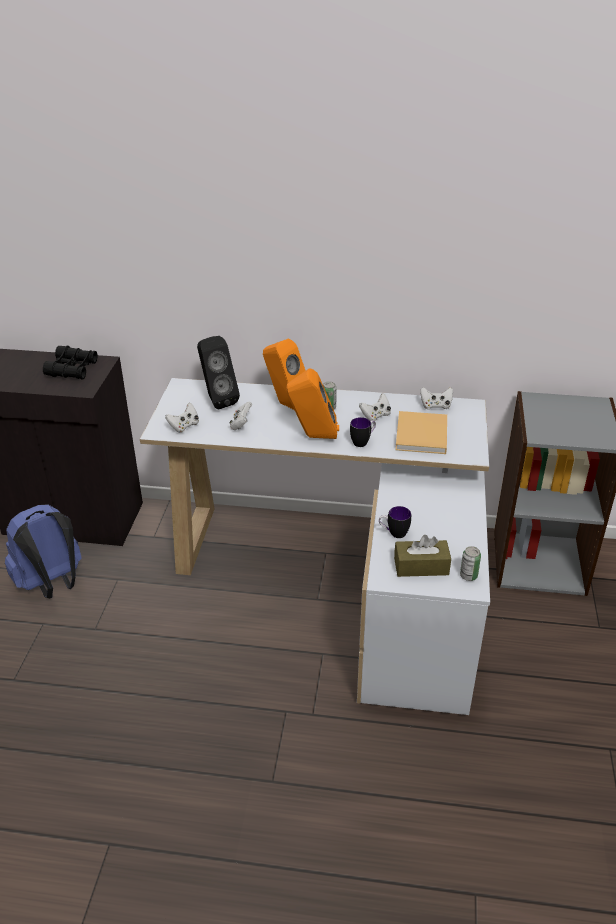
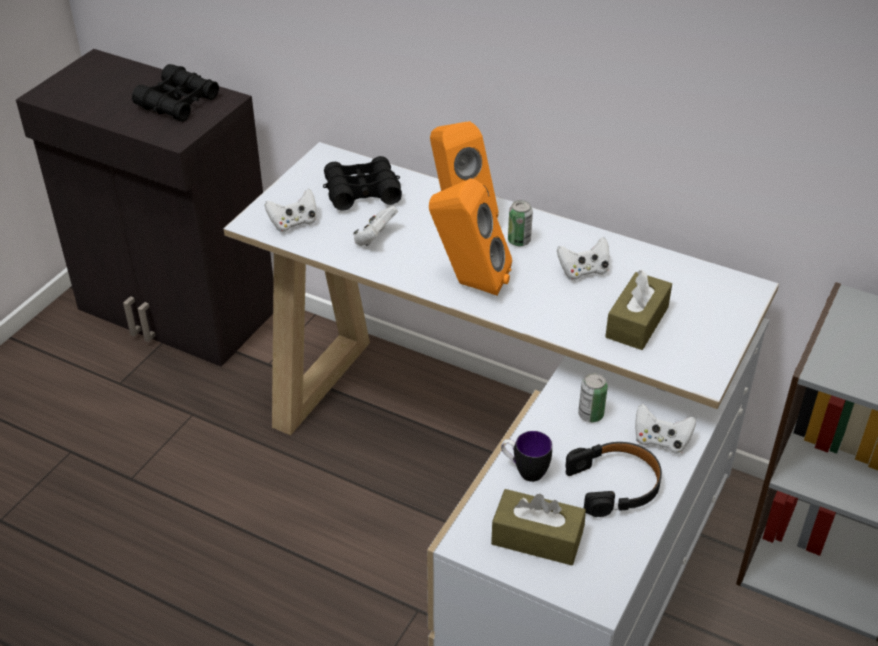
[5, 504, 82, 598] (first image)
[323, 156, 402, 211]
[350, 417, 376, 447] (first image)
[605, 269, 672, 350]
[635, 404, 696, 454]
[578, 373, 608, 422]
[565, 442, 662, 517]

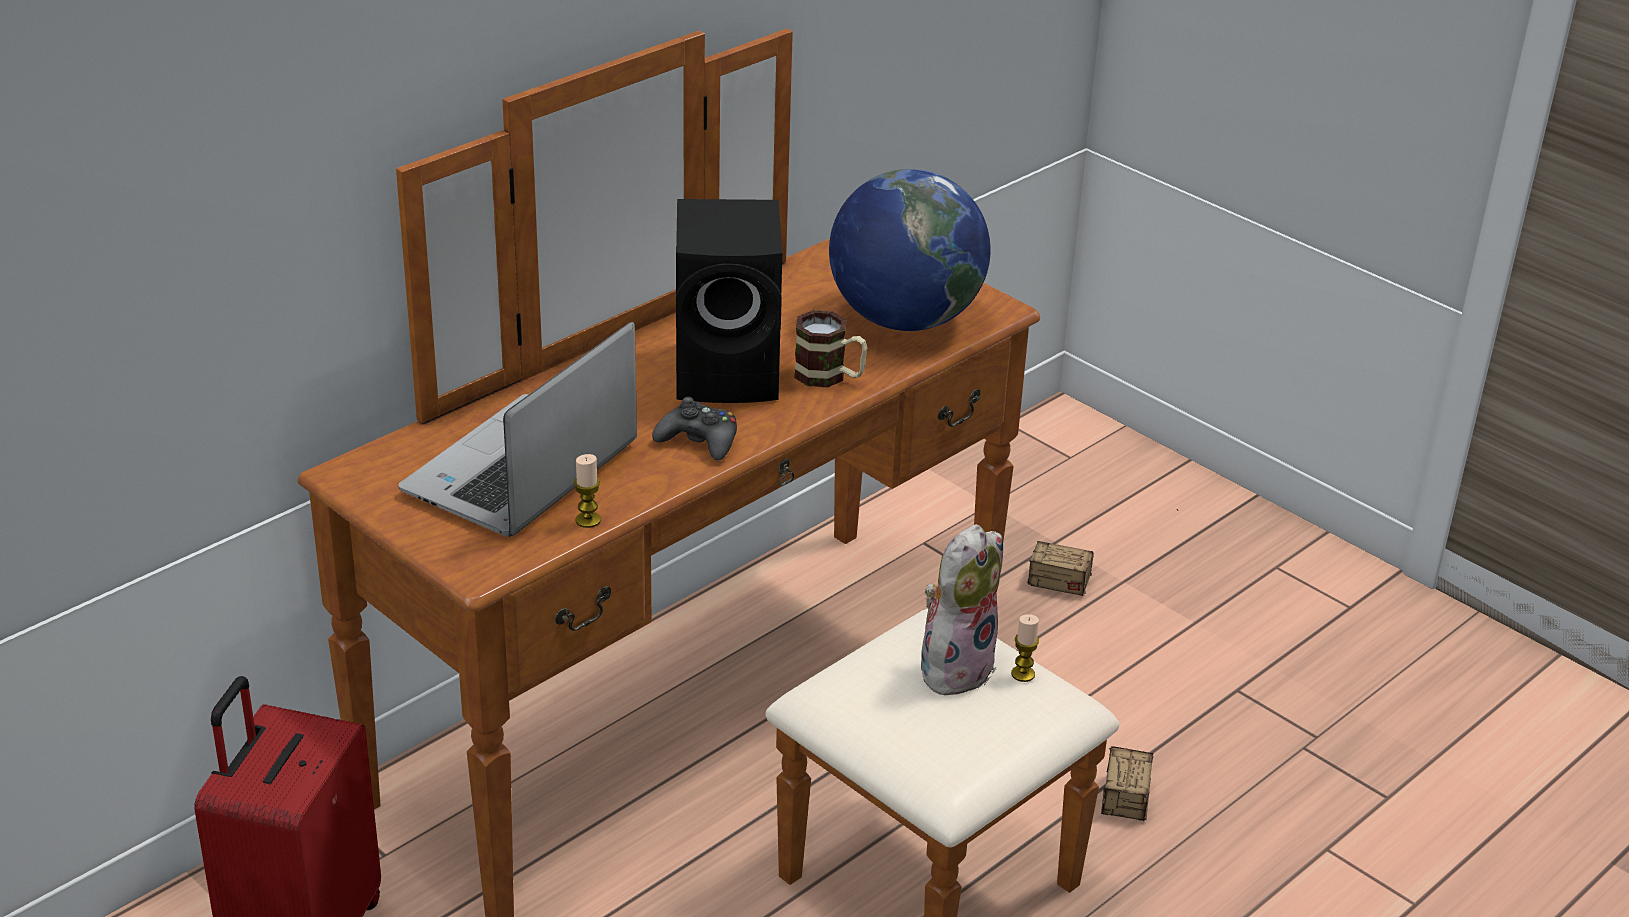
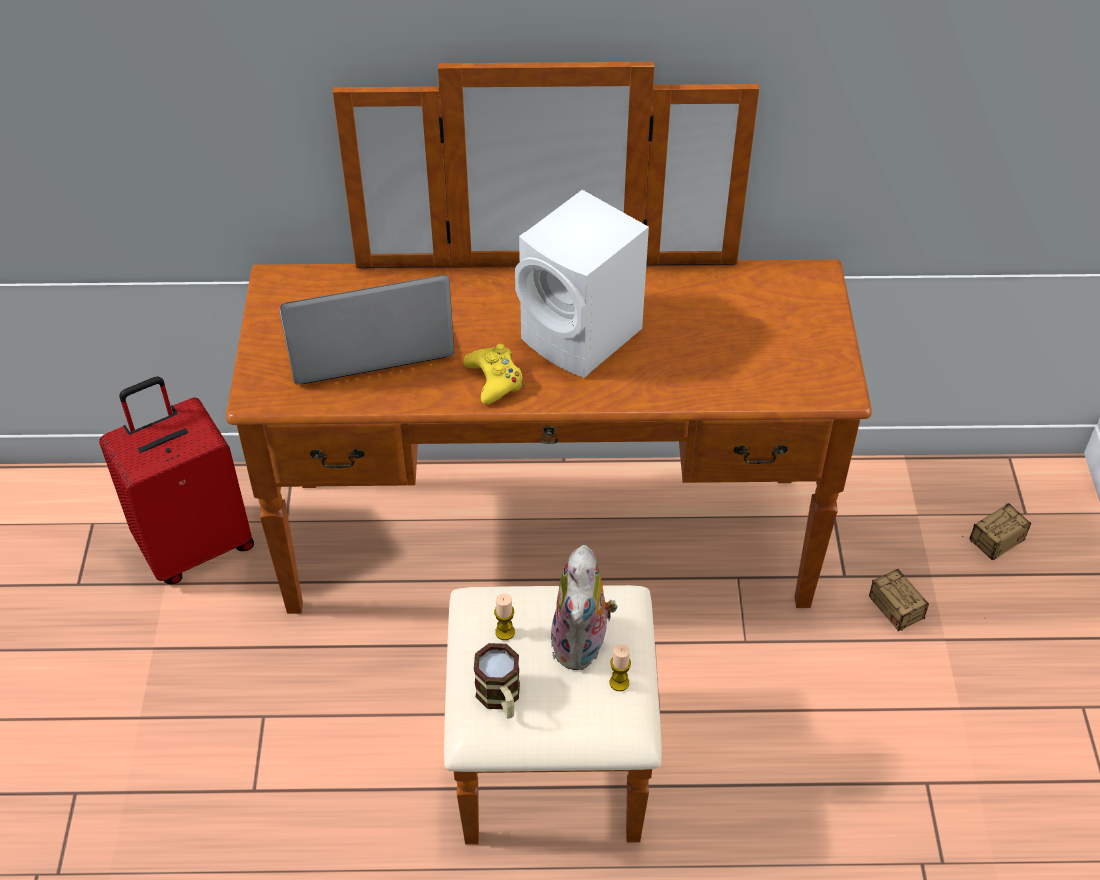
[494, 594, 515, 640]
[463, 344, 524, 404]
[515, 190, 649, 378]
[474, 643, 520, 719]
[829, 169, 991, 331] (first image)
[551, 545, 617, 670]
[962, 503, 1031, 560]

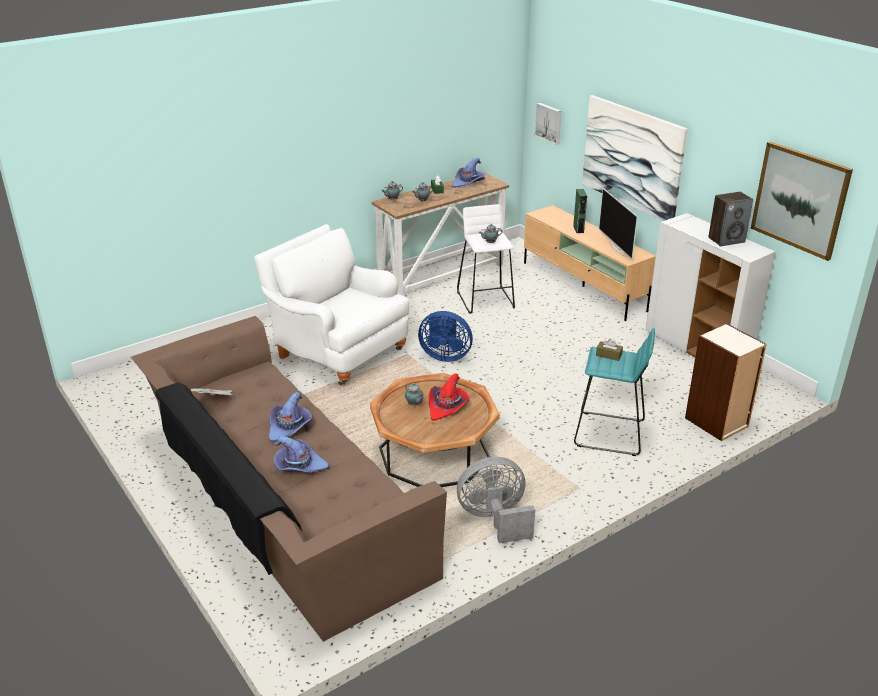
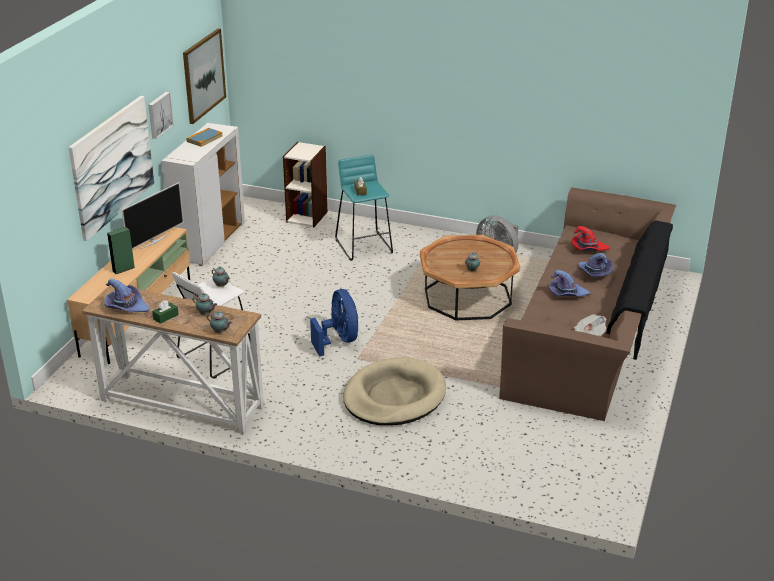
[343, 357, 446, 425]
[572, 226, 610, 251]
[148, 91, 174, 139]
[187, 128, 223, 147]

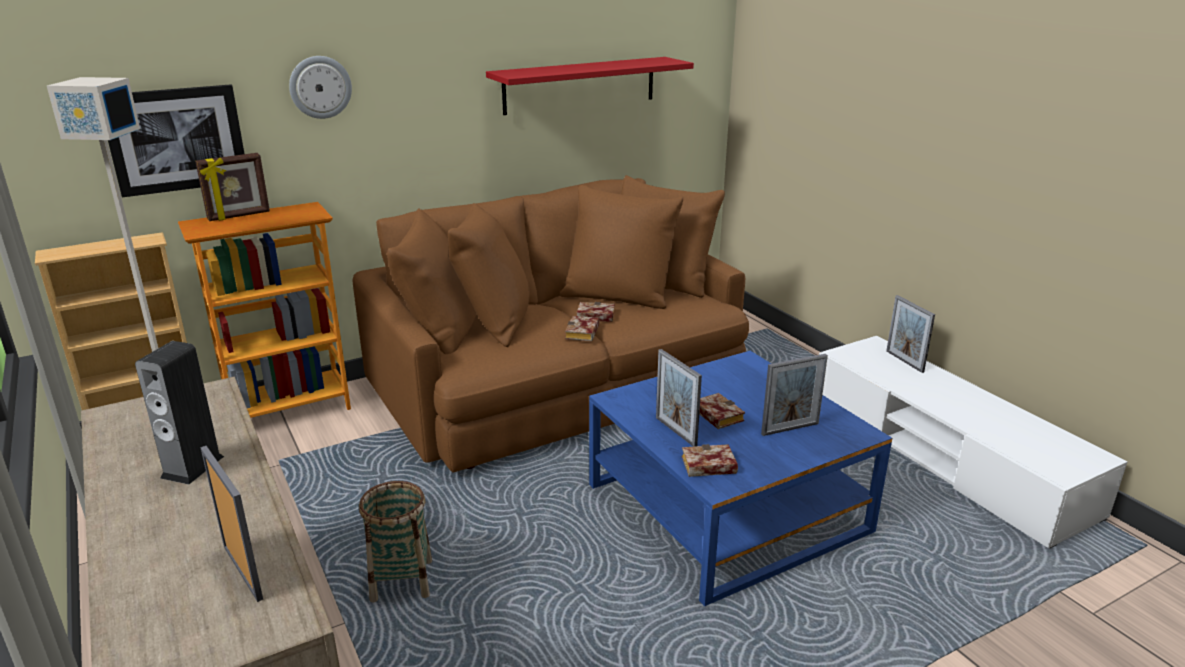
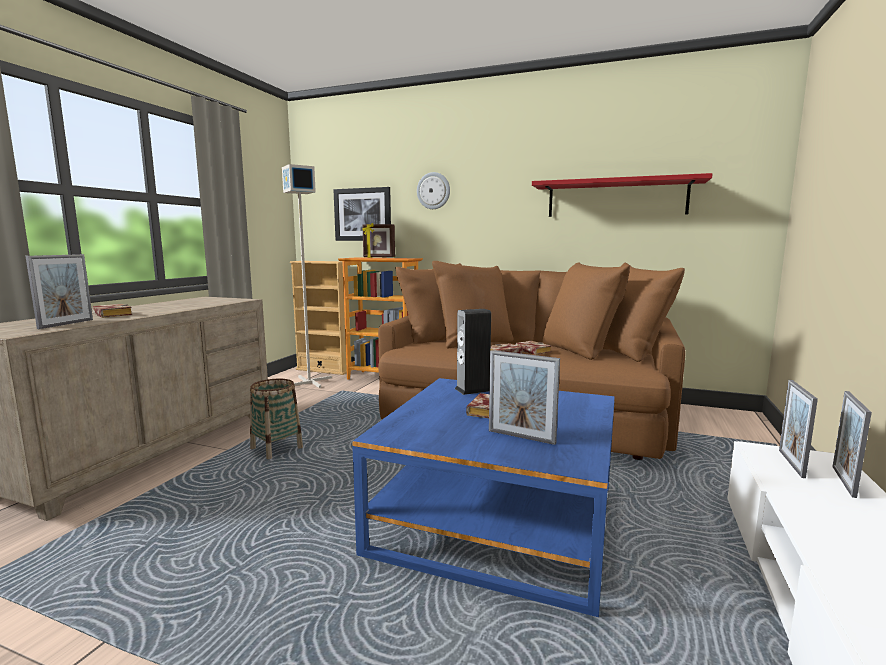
[455, 309, 491, 395]
[779, 380, 818, 478]
[92, 304, 132, 318]

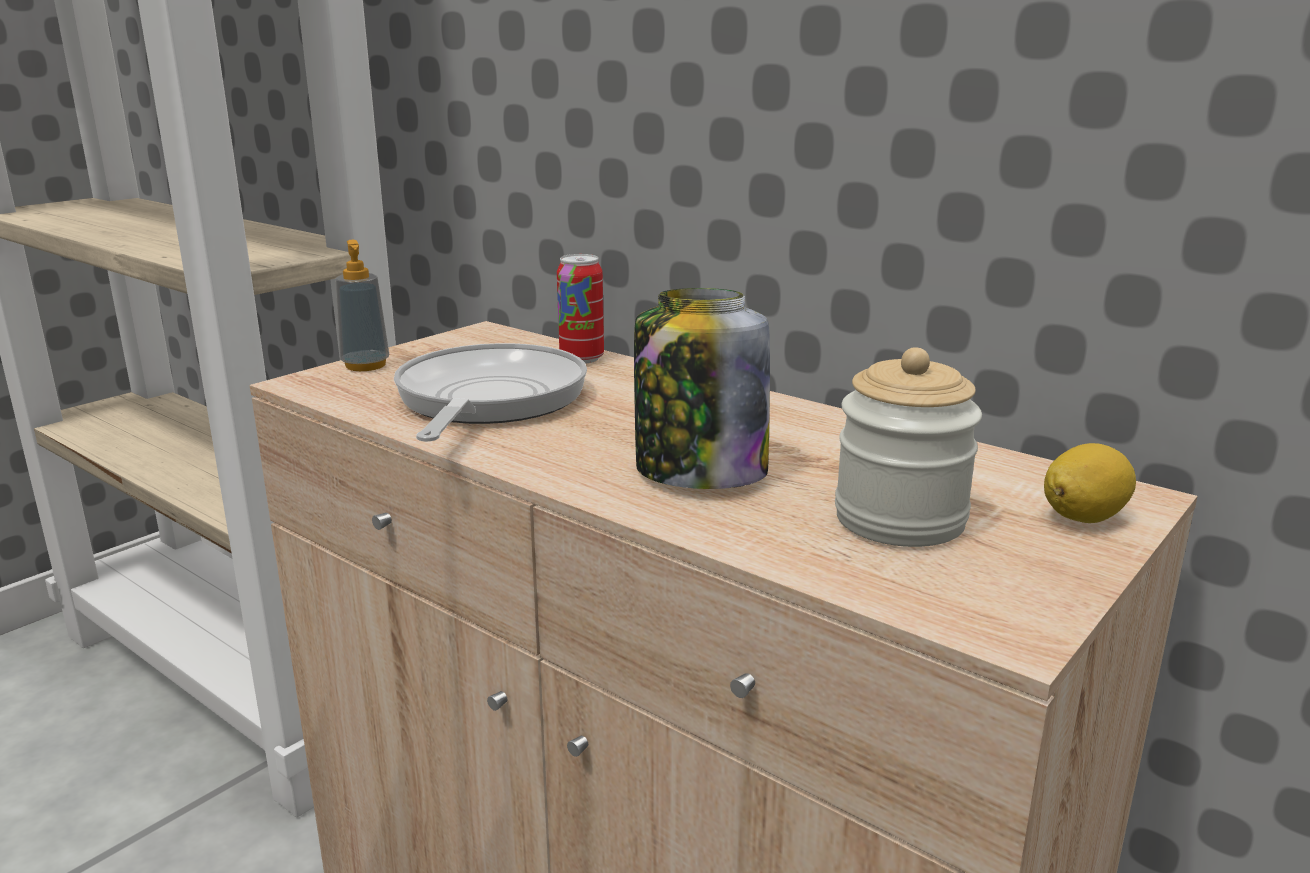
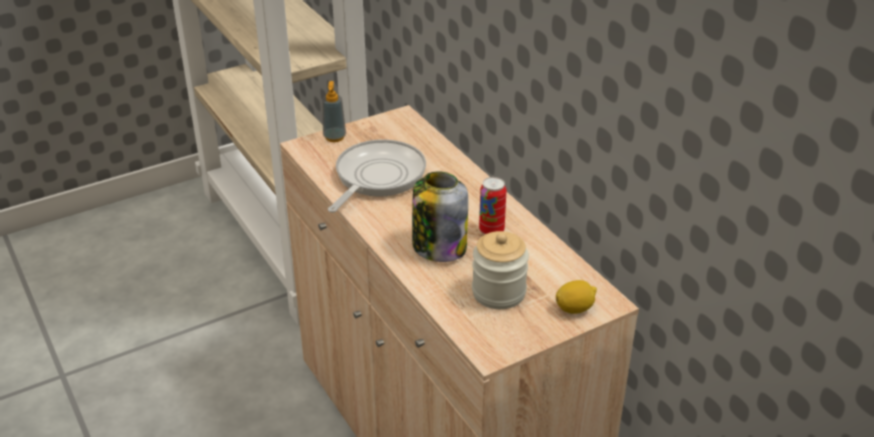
[479, 177, 506, 234]

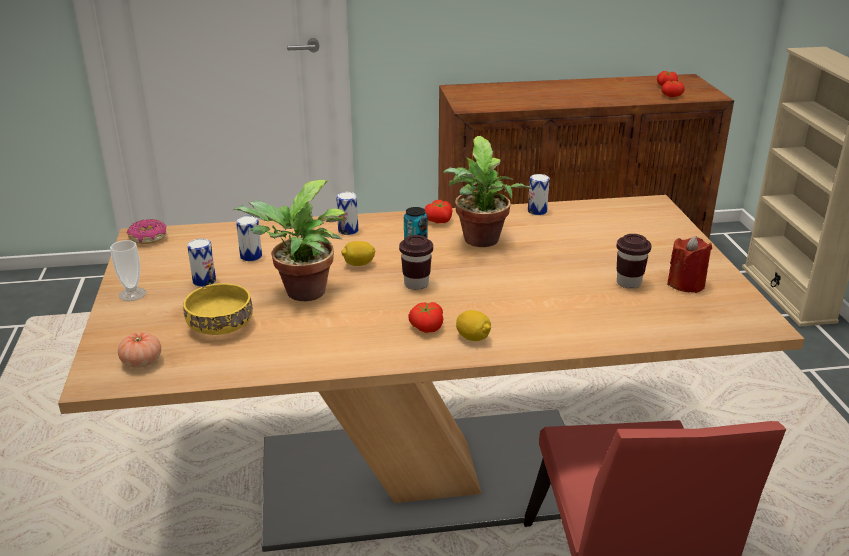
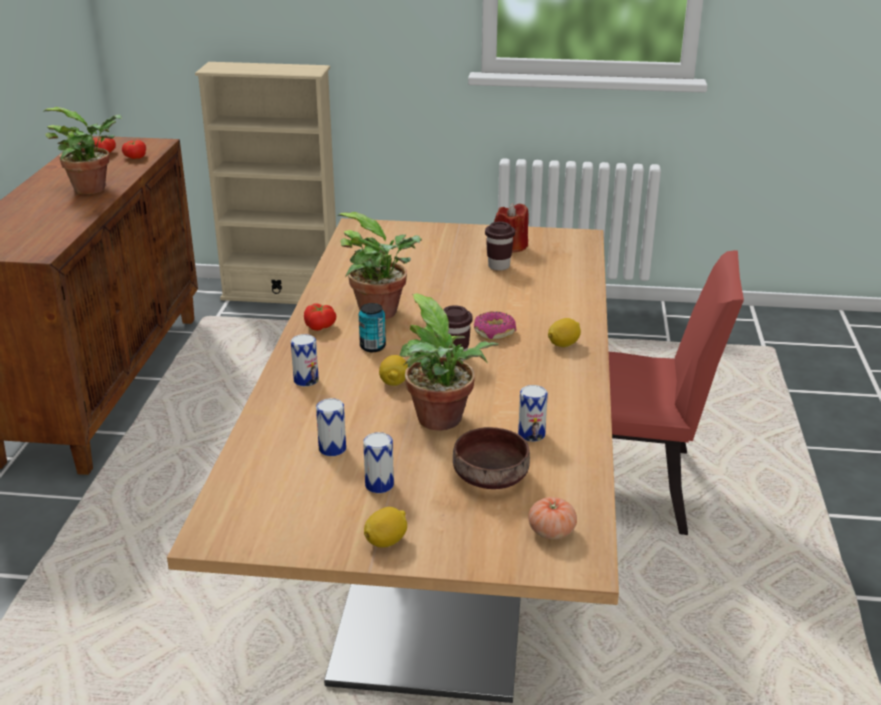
[364, 507, 407, 548]
[474, 311, 516, 341]
[453, 427, 530, 489]
[408, 302, 443, 333] (first image)
[518, 385, 548, 442]
[42, 107, 122, 194]

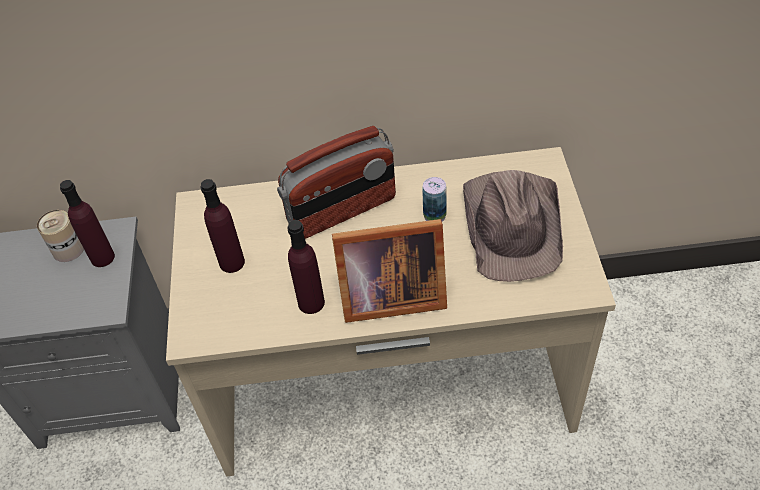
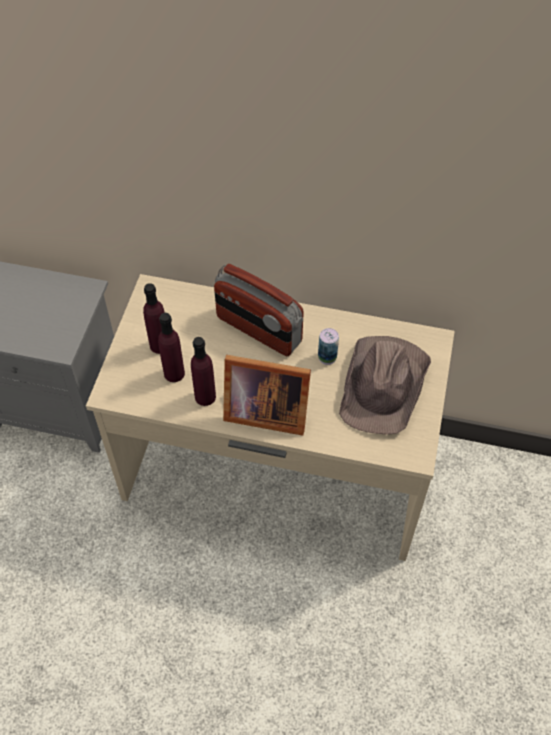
[37, 210, 84, 262] (first image)
[158, 313, 185, 382]
[214, 264, 304, 356]

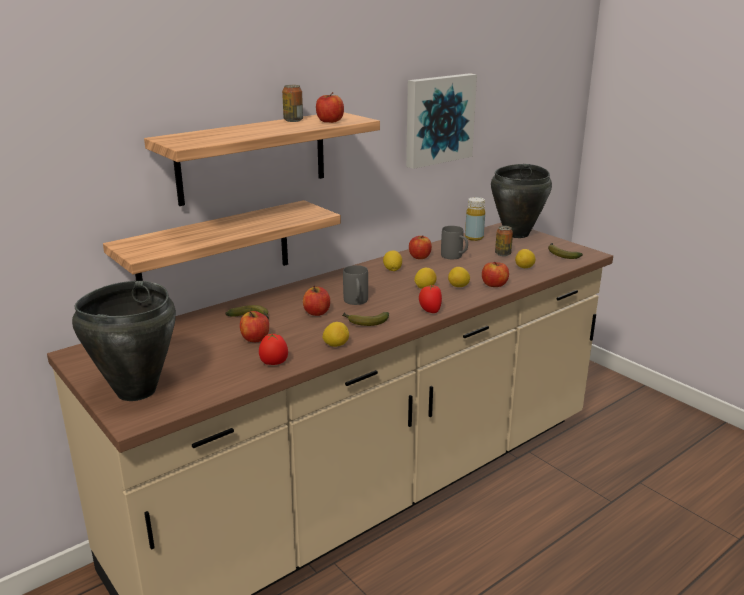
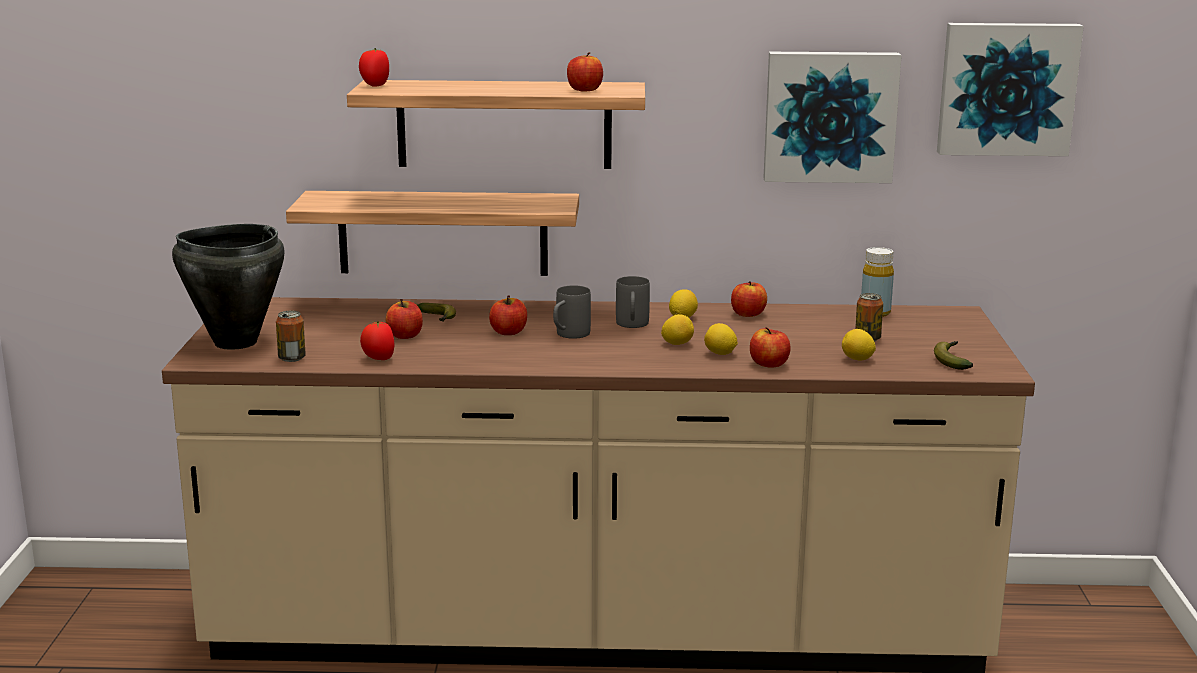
[276, 310, 306, 362]
[323, 322, 349, 347] (first image)
[342, 312, 389, 326] (first image)
[359, 48, 389, 86]
[616, 276, 650, 328]
[491, 164, 552, 238] (first image)
[937, 23, 1084, 156]

